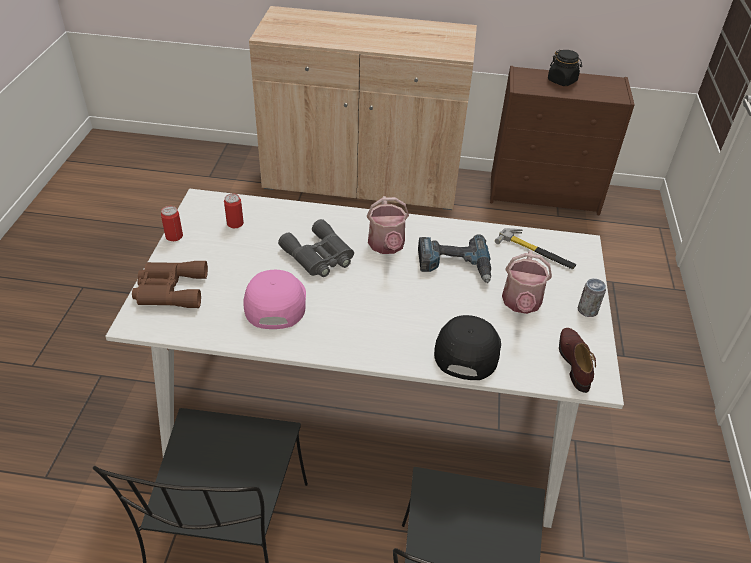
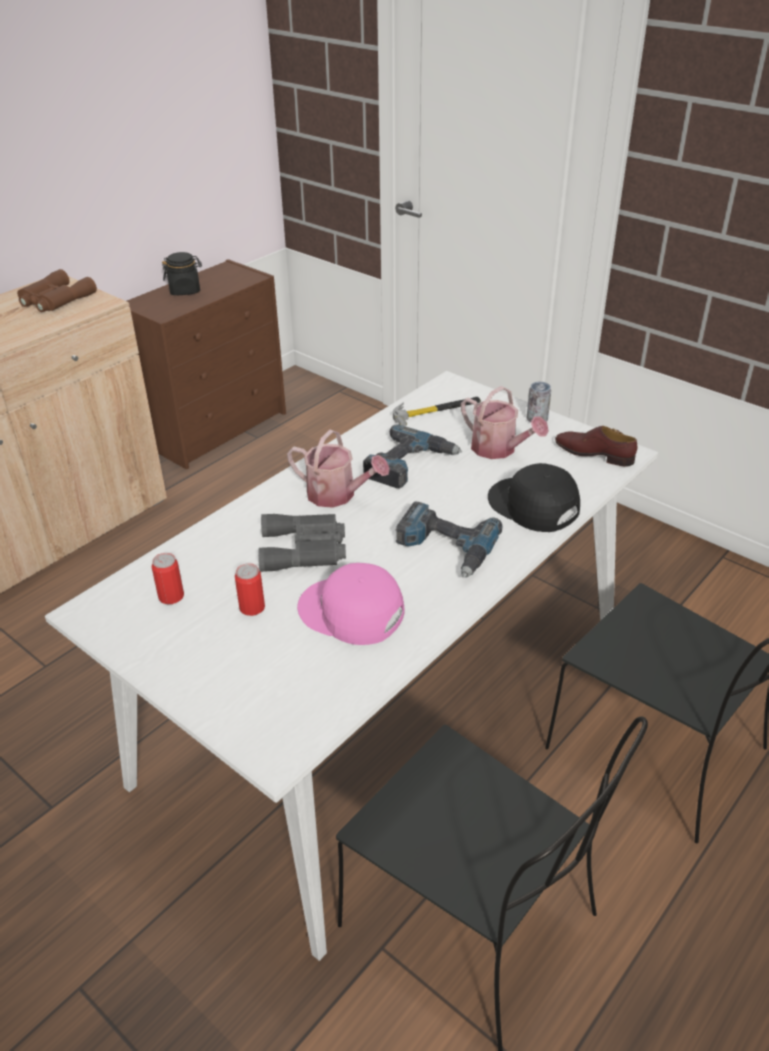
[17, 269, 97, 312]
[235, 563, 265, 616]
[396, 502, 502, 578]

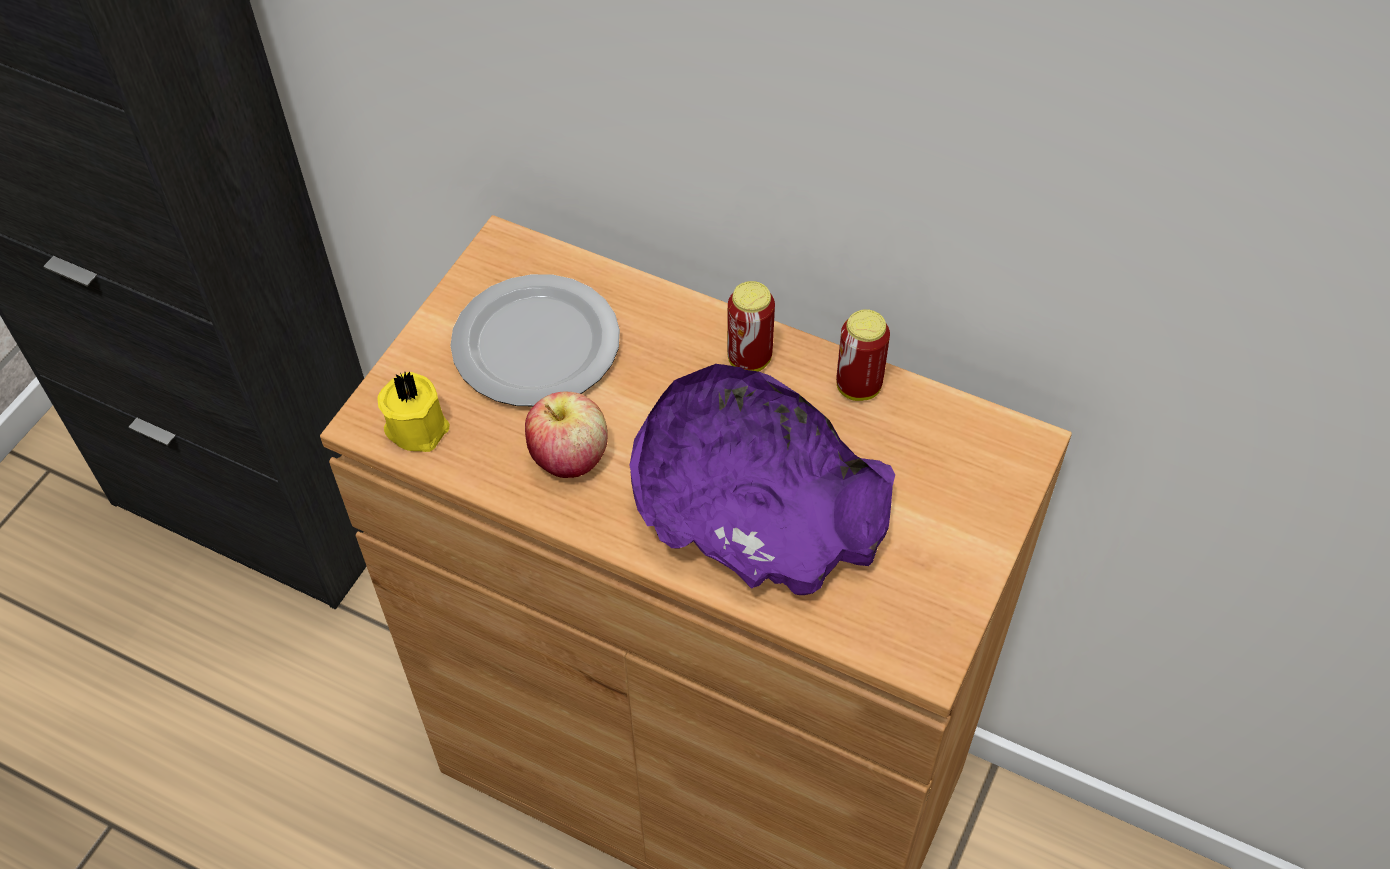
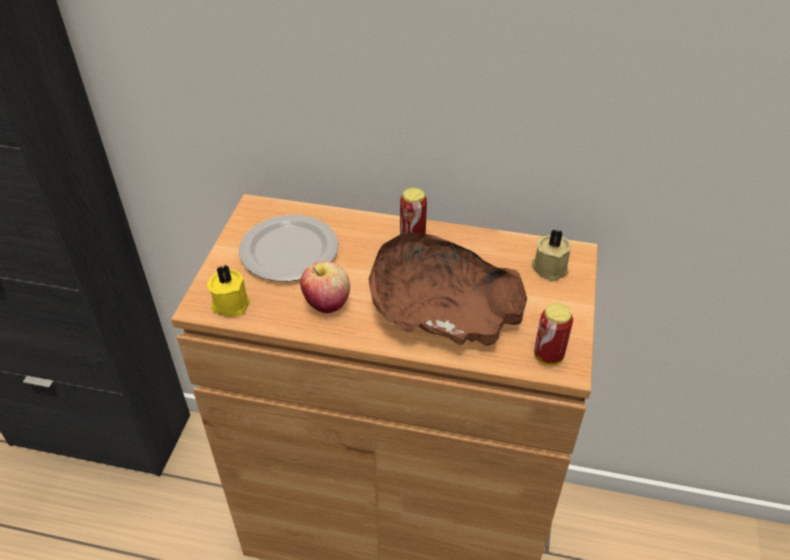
[368, 233, 527, 346]
[534, 303, 573, 365]
[532, 229, 571, 281]

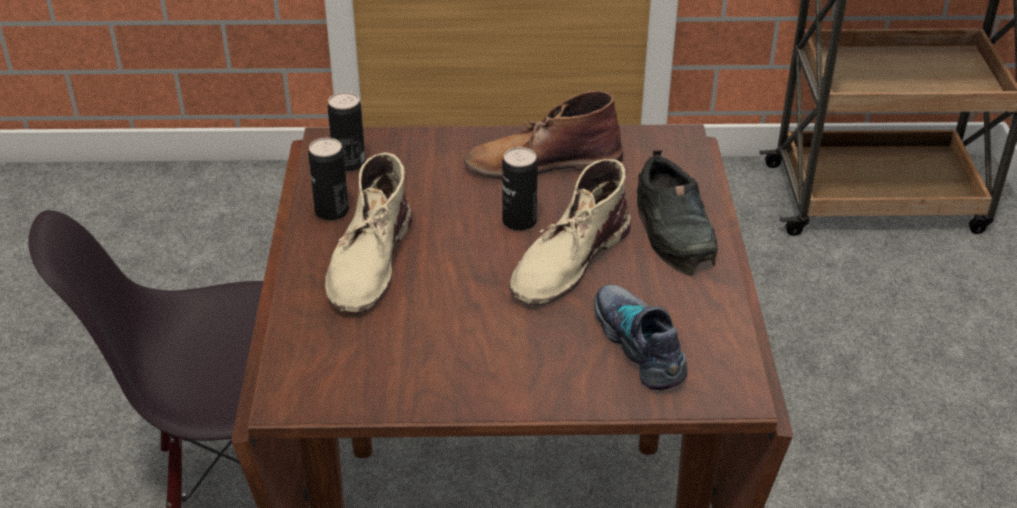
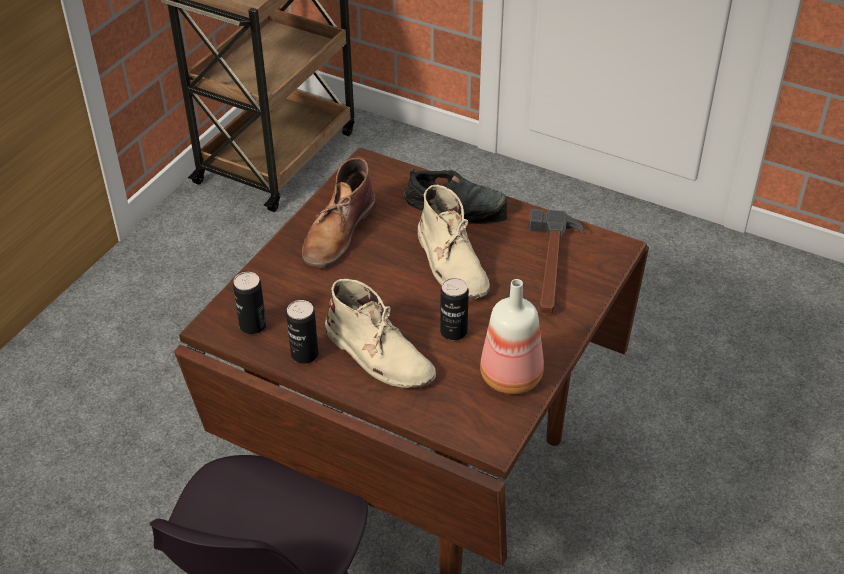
[440, 278, 469, 340]
[528, 209, 584, 314]
[480, 279, 544, 394]

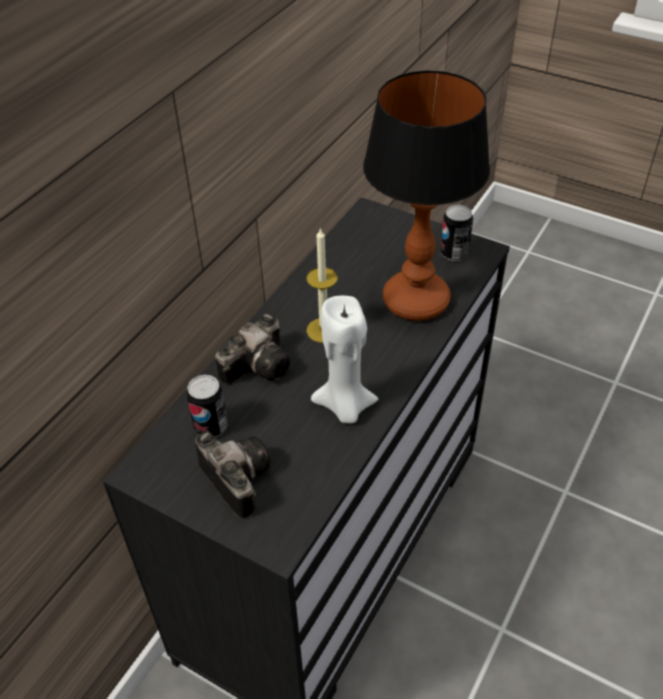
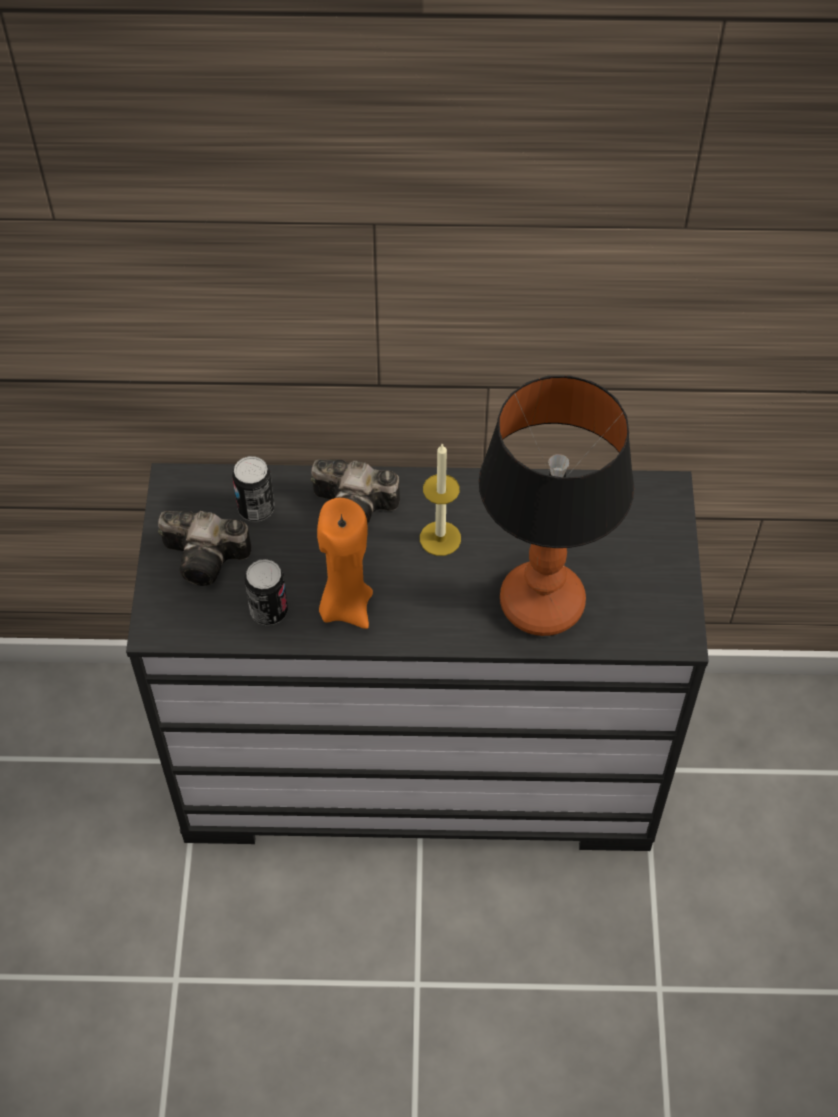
[158, 511, 252, 586]
[317, 498, 373, 629]
[245, 559, 288, 625]

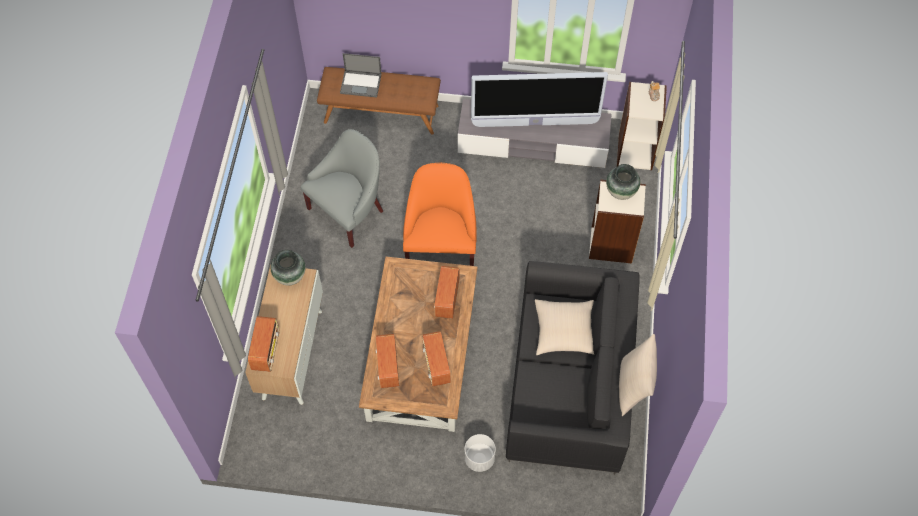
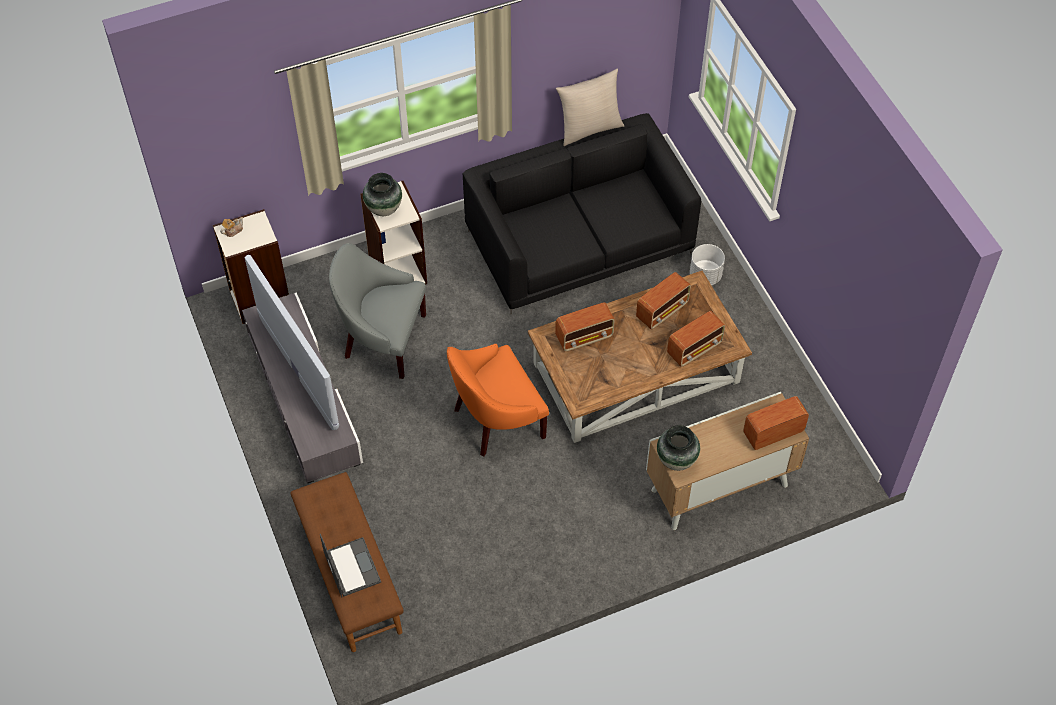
[329, 243, 426, 379]
[535, 299, 594, 355] (first image)

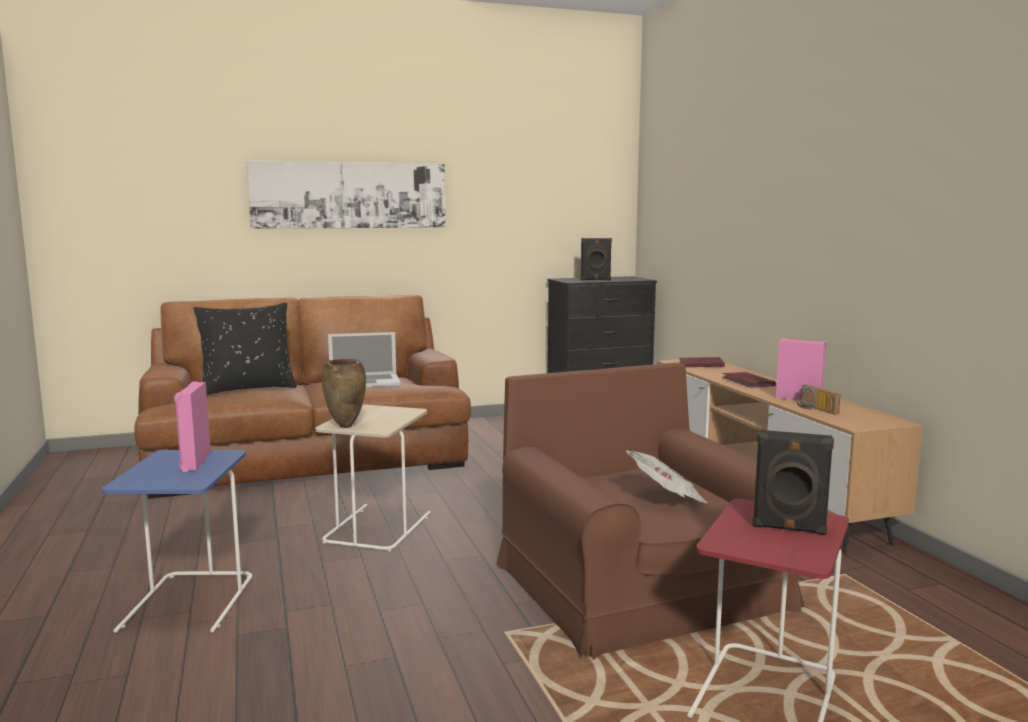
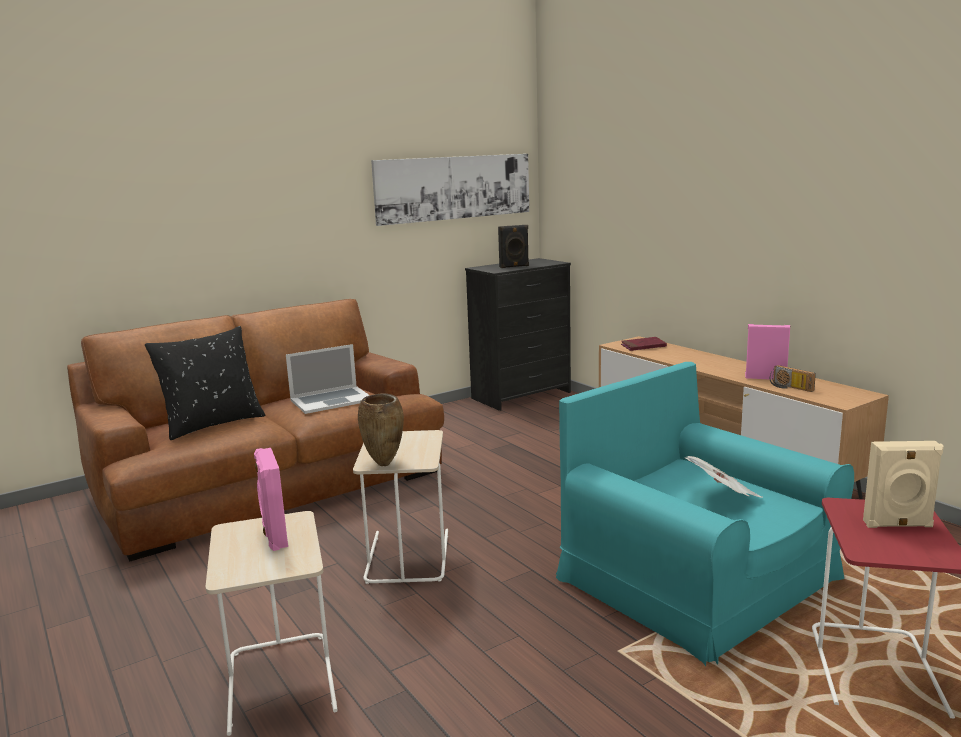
[205, 511, 338, 736]
[371, 154, 529, 226]
[556, 362, 854, 666]
[722, 372, 776, 388] (first image)
[863, 441, 944, 528]

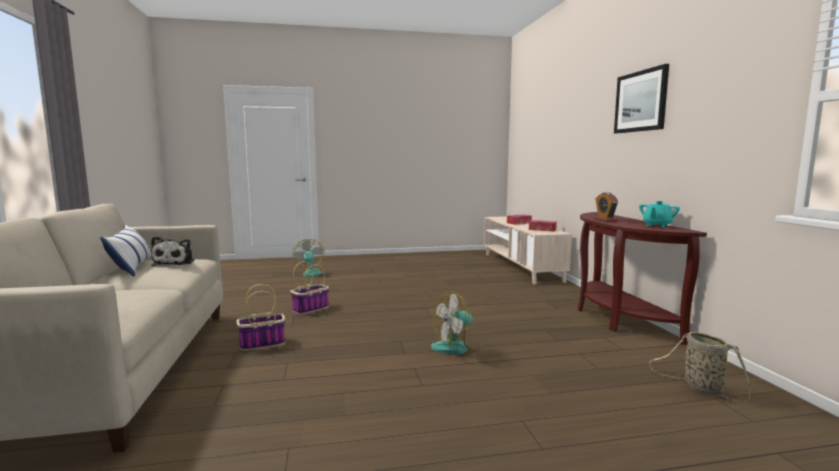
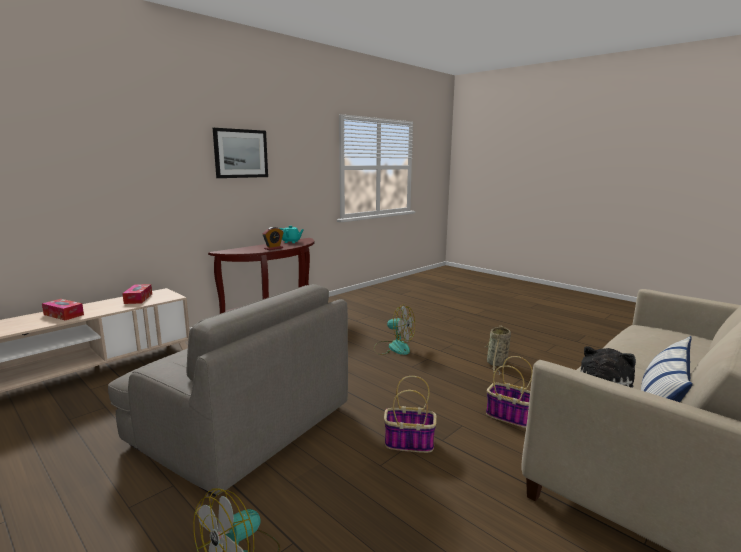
[485, 325, 511, 374]
[108, 284, 348, 497]

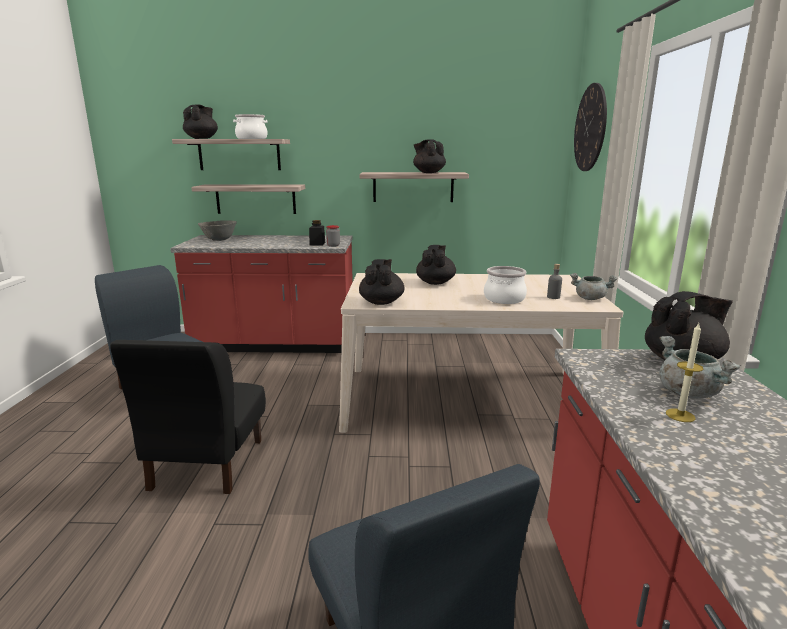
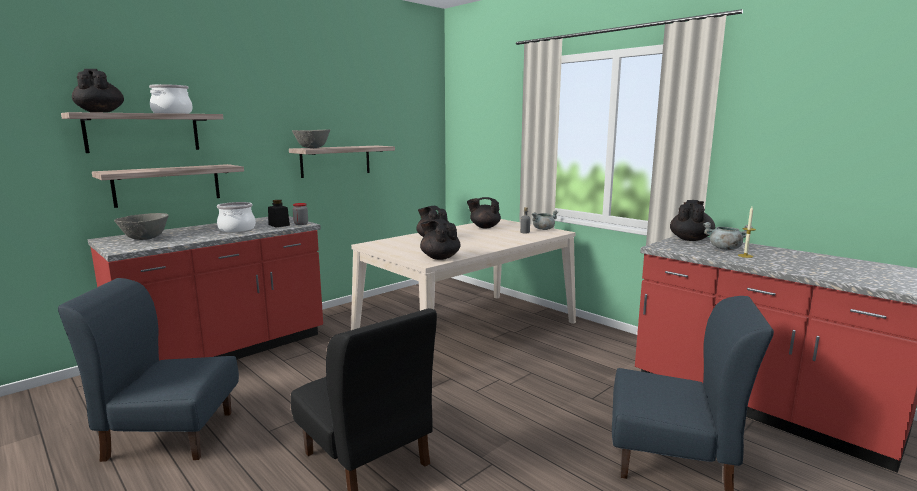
[467, 197, 501, 228]
[217, 202, 256, 232]
[574, 83, 607, 171] (first image)
[292, 130, 330, 148]

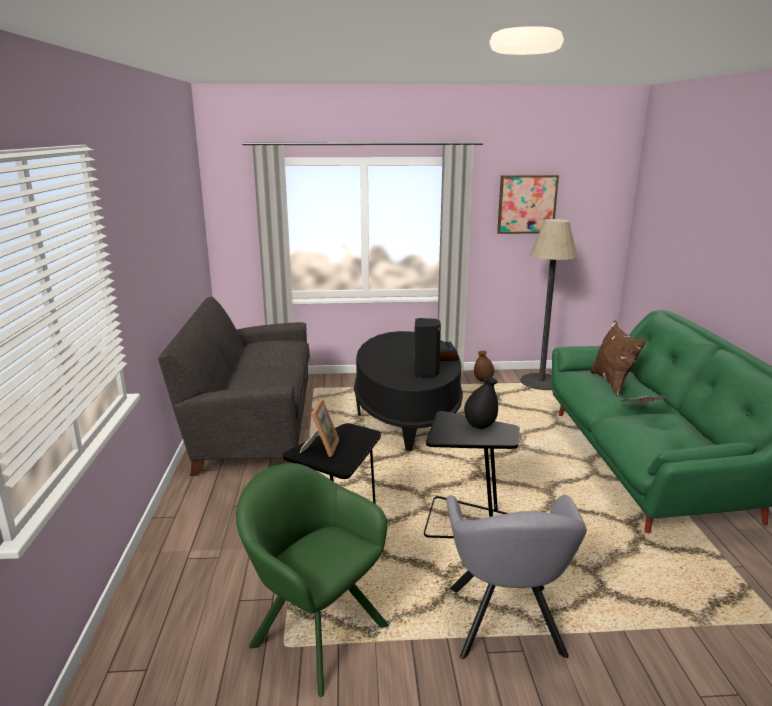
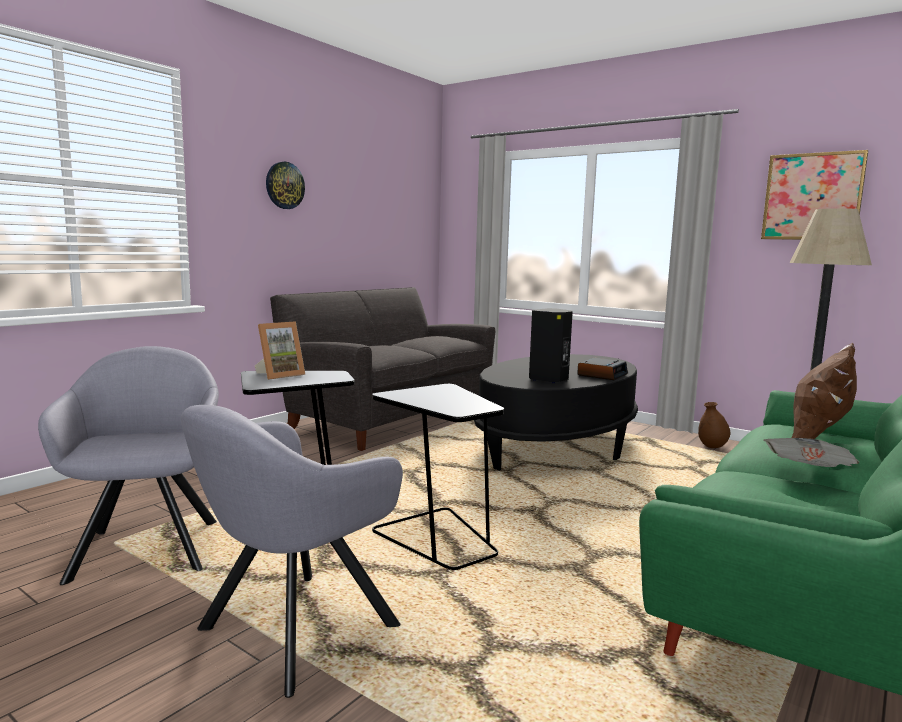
[38, 346, 219, 585]
[464, 377, 498, 429] (first image)
[266, 162, 305, 209]

